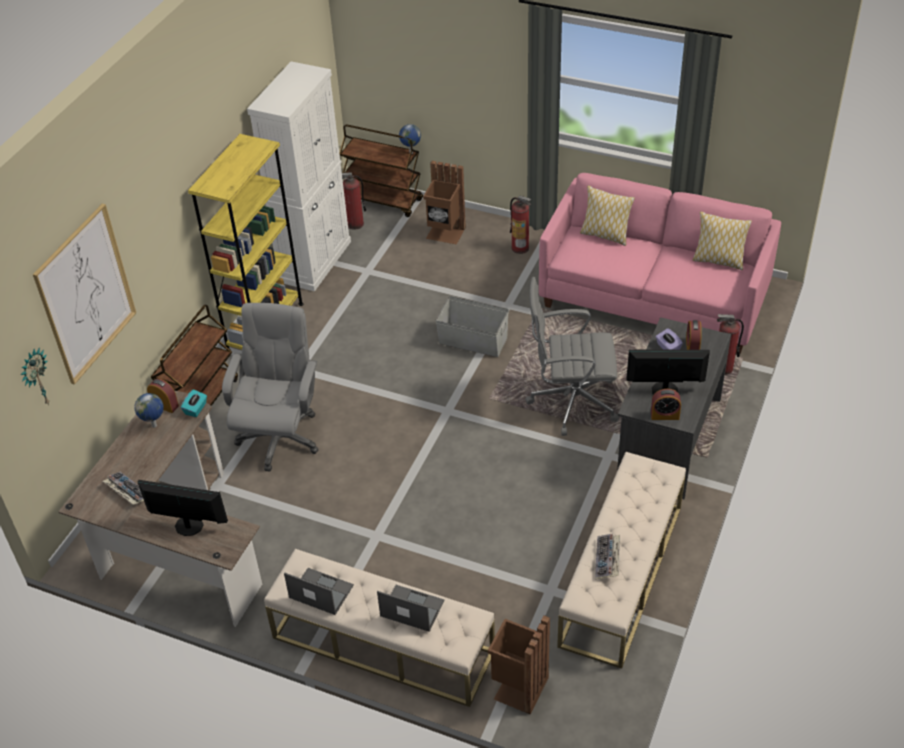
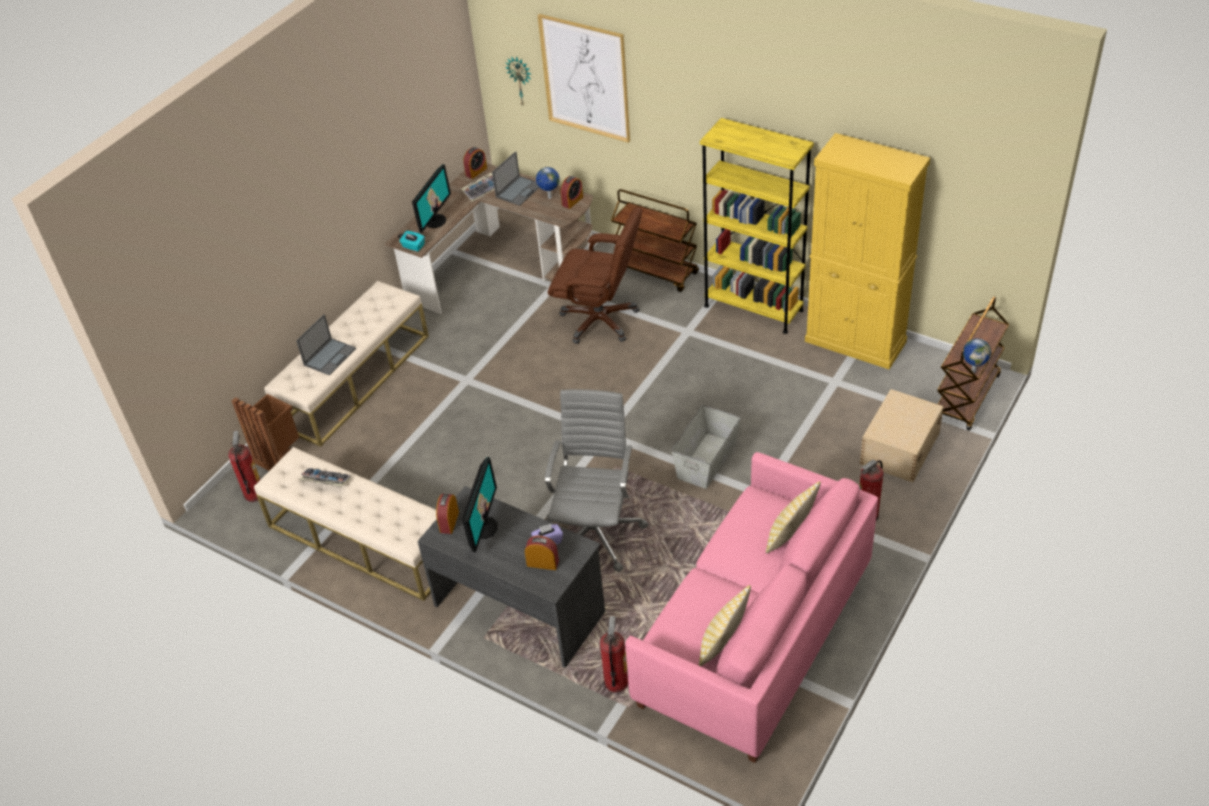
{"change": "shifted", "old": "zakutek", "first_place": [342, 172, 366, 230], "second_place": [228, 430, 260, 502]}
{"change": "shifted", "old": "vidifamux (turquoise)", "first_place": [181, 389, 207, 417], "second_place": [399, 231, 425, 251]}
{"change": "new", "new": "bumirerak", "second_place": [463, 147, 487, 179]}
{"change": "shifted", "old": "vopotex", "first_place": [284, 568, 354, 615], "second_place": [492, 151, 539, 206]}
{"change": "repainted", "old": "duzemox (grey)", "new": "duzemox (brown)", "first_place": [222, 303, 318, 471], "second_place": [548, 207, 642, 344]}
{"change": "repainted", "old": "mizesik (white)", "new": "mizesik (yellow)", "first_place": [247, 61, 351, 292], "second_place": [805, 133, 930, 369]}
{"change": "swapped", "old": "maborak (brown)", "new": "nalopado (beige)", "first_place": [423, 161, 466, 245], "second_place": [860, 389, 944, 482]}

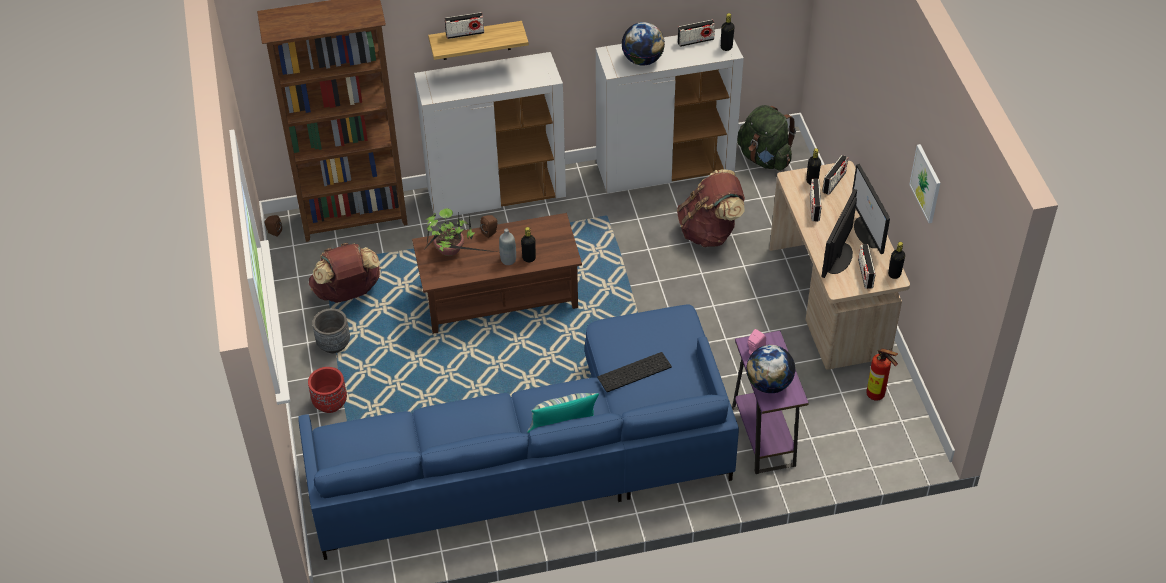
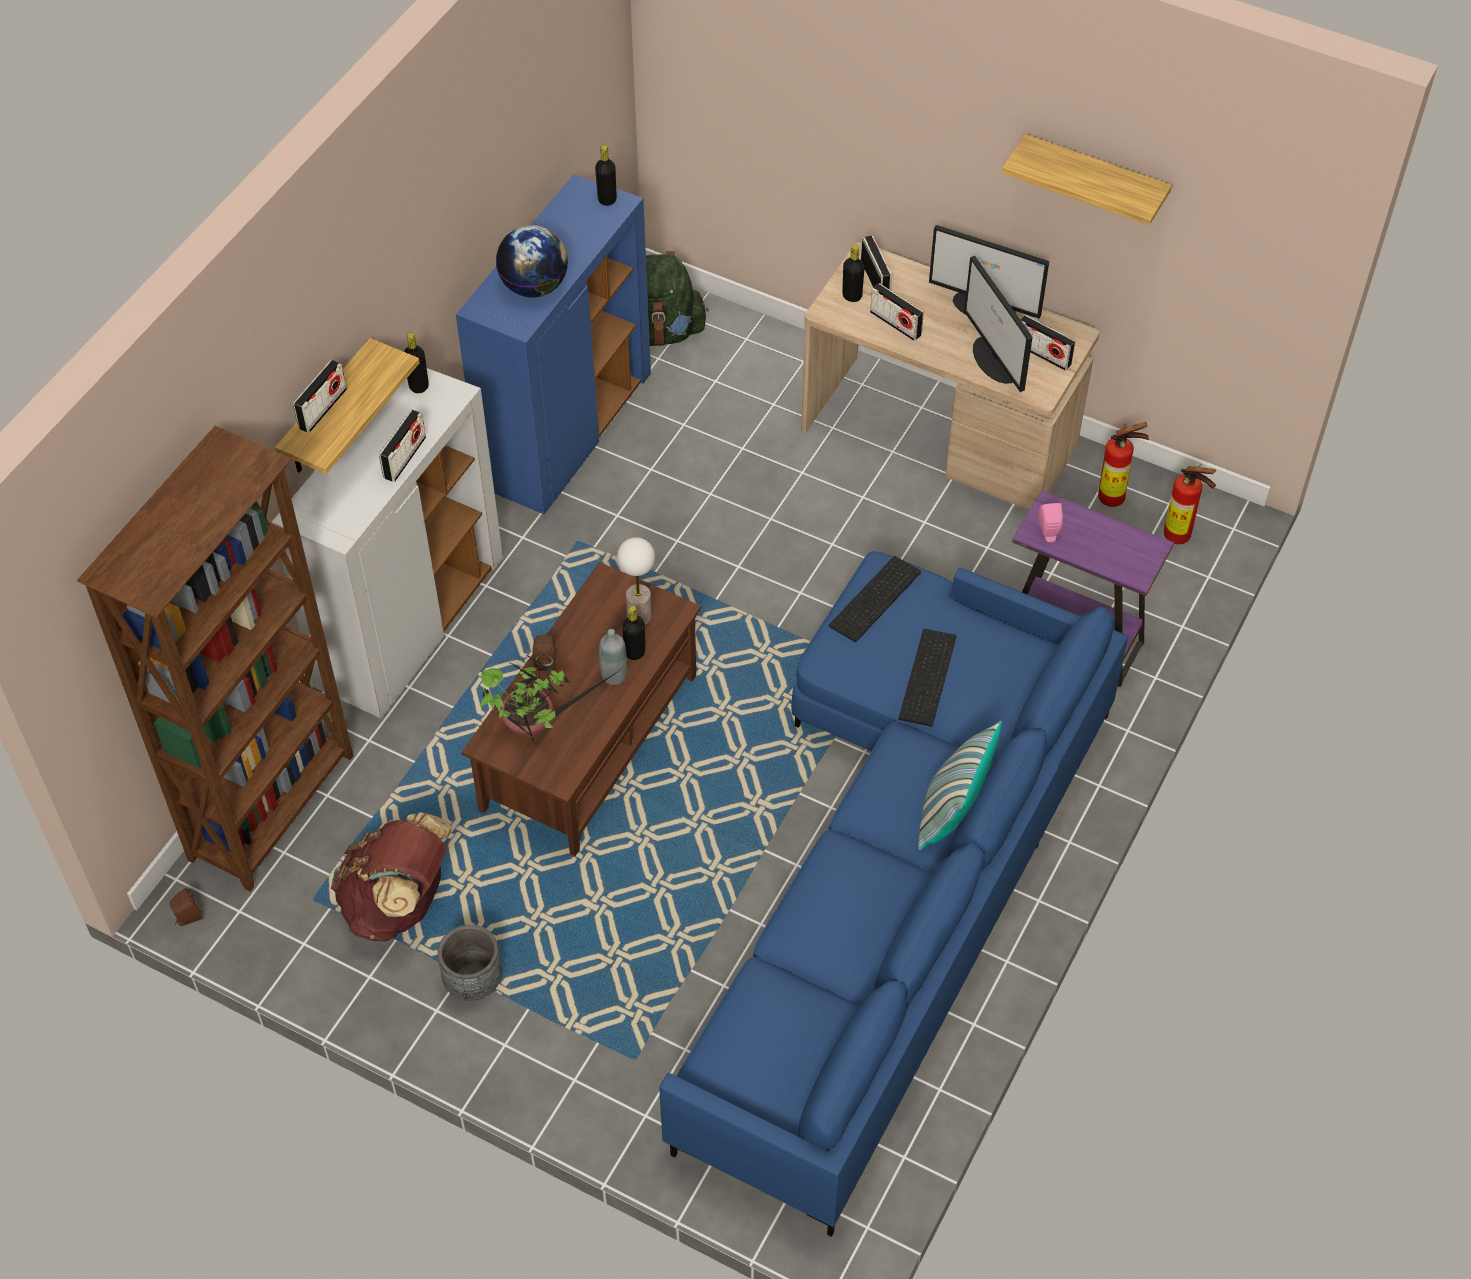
{"change": "shifted", "old": "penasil", "first_place": [678, 20, 715, 47], "second_place": [379, 410, 426, 482]}
{"change": "shifted", "old": "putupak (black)", "first_place": [888, 242, 905, 279], "second_place": [404, 333, 429, 393]}
{"change": "repainted", "old": "mizesik (white)", "new": "mizesik (blue)", "first_place": [596, 28, 744, 193], "second_place": [456, 174, 651, 514]}
{"change": "new", "new": "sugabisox", "second_place": [617, 537, 655, 625]}
{"change": "new", "new": "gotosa", "second_place": [829, 556, 921, 642]}
{"change": "swapped", "old": "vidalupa", "new": "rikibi", "first_place": [909, 144, 940, 223], "second_place": [1002, 134, 1172, 225]}
{"change": "new", "new": "zakutek", "second_place": [1164, 464, 1216, 544]}
{"change": "gone", "old": "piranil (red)", "first_place": [308, 367, 347, 413]}
{"change": "gone", "old": "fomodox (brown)", "first_place": [677, 169, 745, 247]}
{"change": "gone", "old": "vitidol", "first_place": [746, 345, 795, 393]}

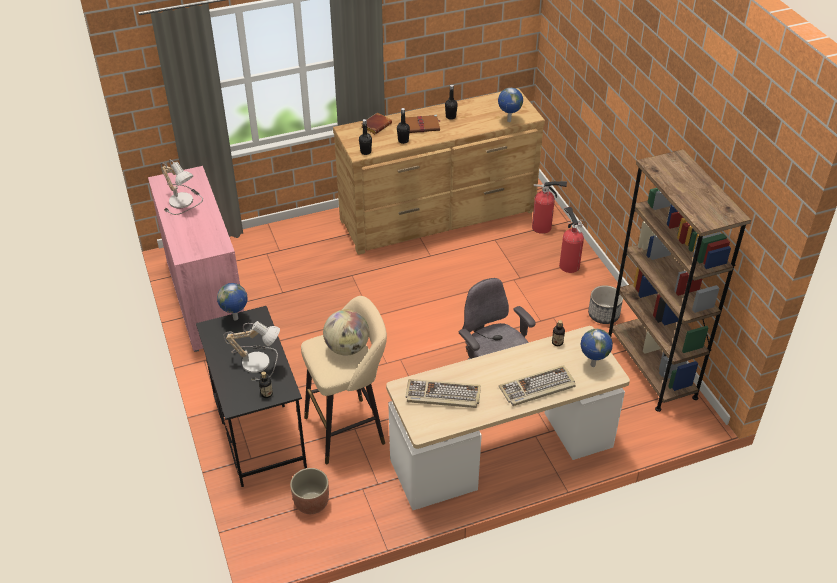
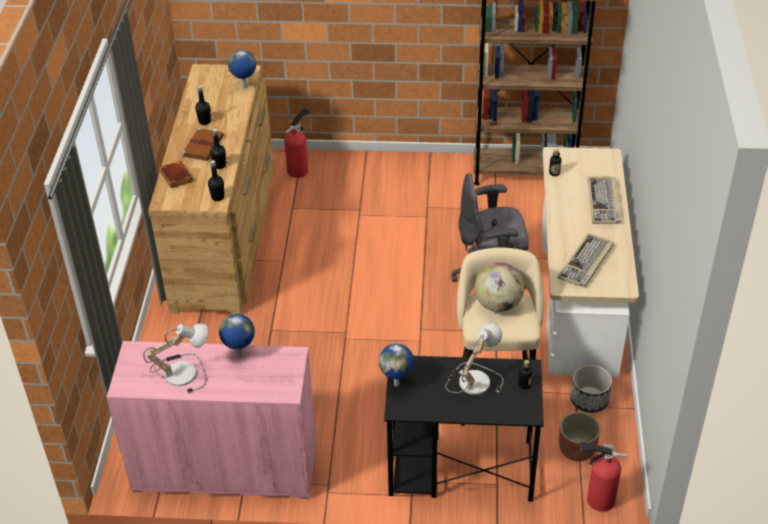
{"change": "shifted", "old": "vitidol", "first_place": [581, 329, 613, 367], "second_place": [219, 314, 255, 357]}
{"change": "shifted", "old": "piranil", "first_place": [588, 285, 623, 324], "second_place": [571, 365, 612, 413]}
{"change": "shifted", "old": "zakutek", "first_place": [559, 207, 585, 273], "second_place": [580, 441, 627, 512]}

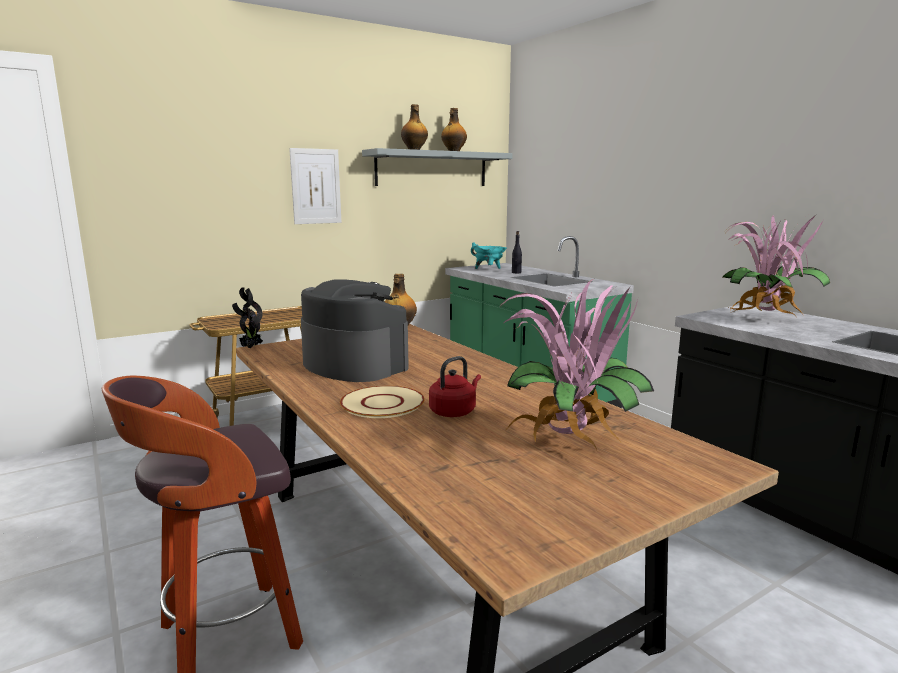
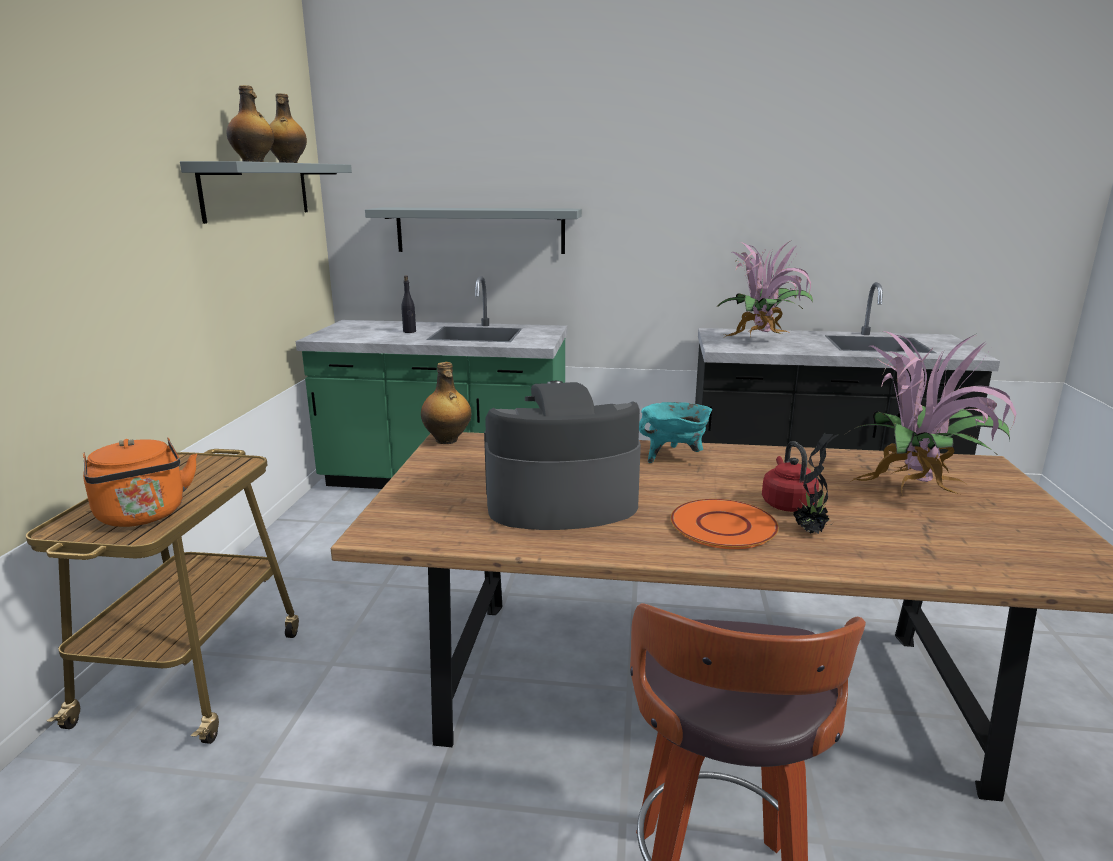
{"change": "new", "new": "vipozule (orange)", "second_place": [83, 437, 197, 527]}
{"change": "new", "new": "rikibi (grey)", "second_place": [365, 207, 582, 254]}
{"change": "shifted", "old": "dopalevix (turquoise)", "first_place": [471, 243, 507, 269], "second_place": [639, 402, 712, 463]}
{"change": "repainted", "old": "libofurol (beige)", "new": "libofurol (orange)", "first_place": [340, 386, 425, 418], "second_place": [670, 499, 779, 549]}
{"change": "shifted", "old": "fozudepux", "first_place": [232, 287, 263, 349], "second_place": [793, 433, 838, 534]}
{"change": "gone", "old": "vidalupa", "first_place": [289, 148, 341, 224]}

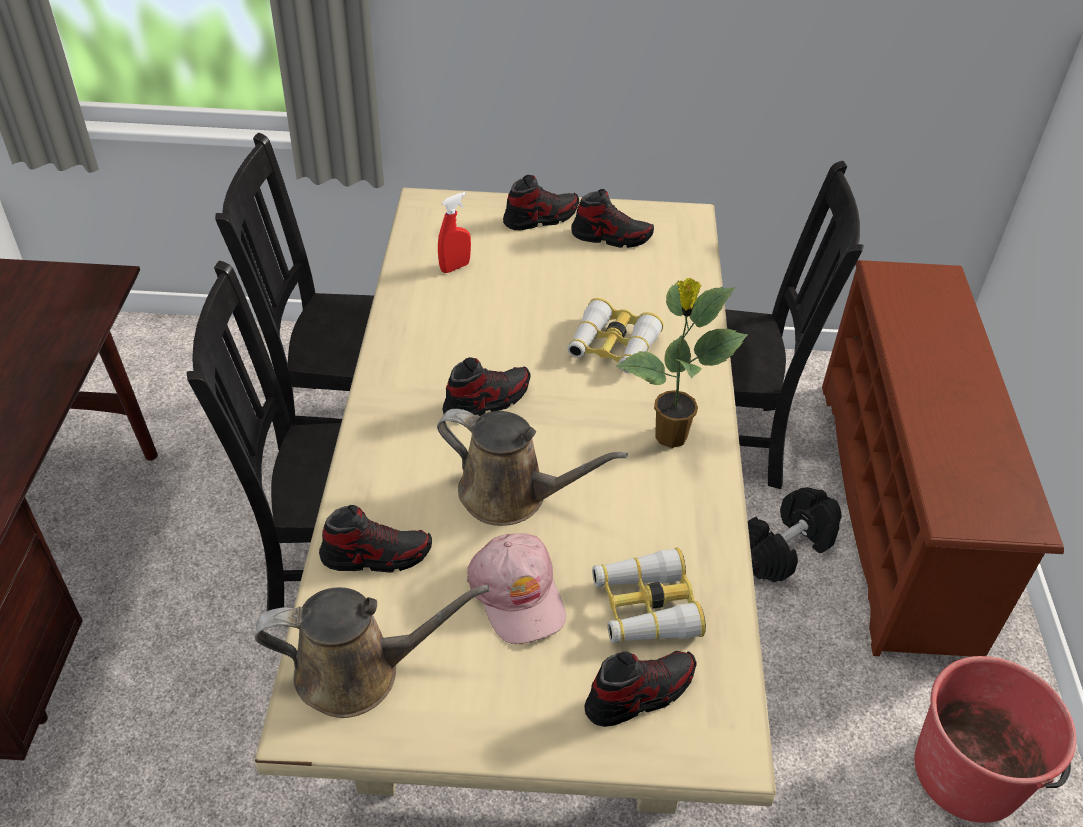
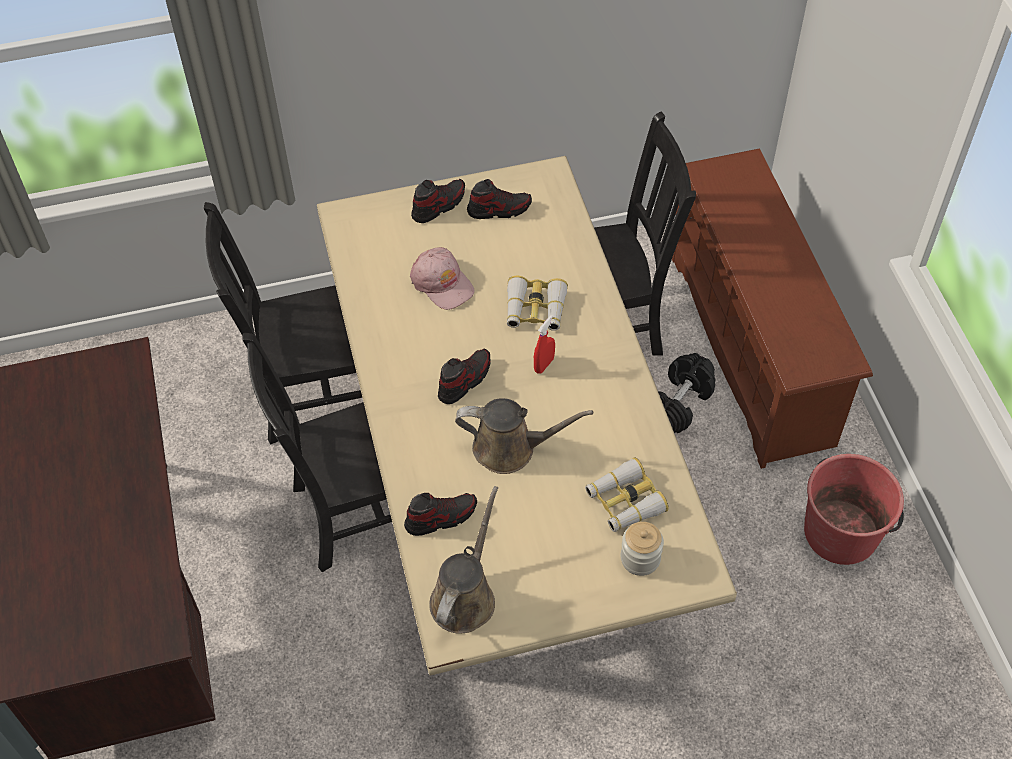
{"change": "shifted", "old": "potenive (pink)", "first_place": [467, 533, 566, 644], "second_place": [410, 247, 474, 310]}
{"change": "rotated", "old": "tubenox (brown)", "first_place": [255, 585, 489, 718], "second_place": [429, 486, 499, 634], "degrees": -45}
{"change": "shifted", "old": "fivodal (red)", "first_place": [438, 192, 471, 273], "second_place": [534, 315, 555, 374]}
{"change": "swapped", "old": "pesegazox", "new": "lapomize", "first_place": [584, 651, 697, 727], "second_place": [620, 522, 664, 576]}
{"change": "gone", "old": "fozudepux", "first_place": [616, 278, 747, 448]}

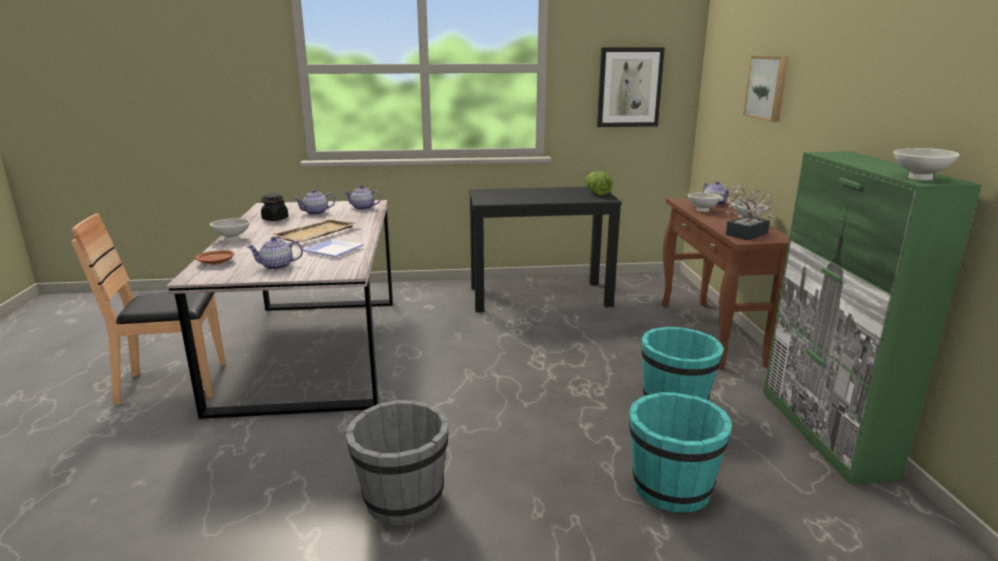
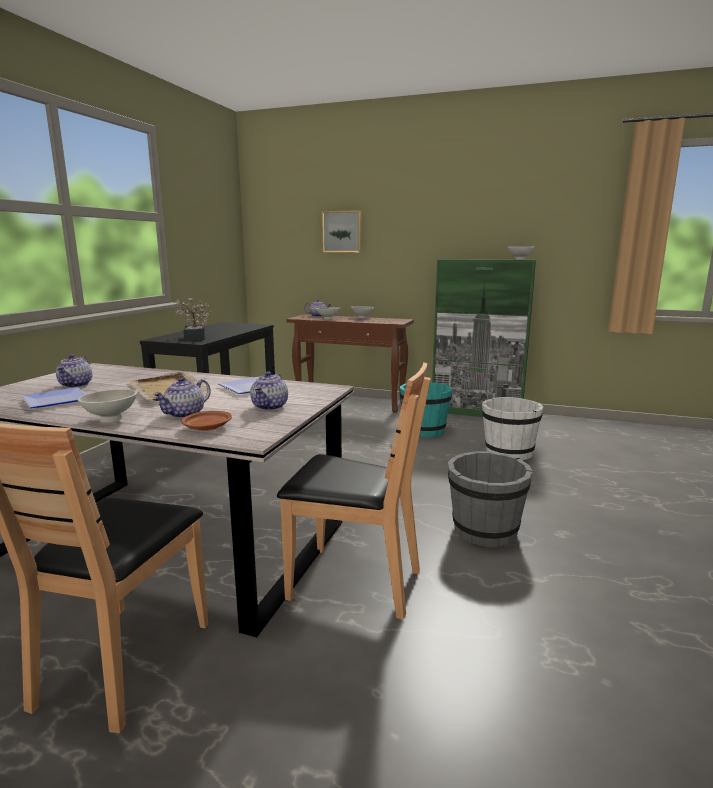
{"change": "swapped", "old": "lapomize (black)", "new": "libofurol", "first_place": [261, 194, 288, 221], "second_place": [22, 387, 86, 408]}
{"change": "shifted", "old": "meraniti", "first_place": [344, 185, 381, 210], "second_place": [153, 377, 211, 418]}
{"change": "shifted", "old": "fozudepux", "first_place": [720, 185, 773, 240], "second_place": [176, 298, 212, 341]}
{"change": "new", "new": "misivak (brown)", "second_place": [277, 362, 431, 620]}
{"change": "repainted", "old": "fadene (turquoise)", "new": "fadene (white)", "first_place": [629, 392, 732, 513], "second_place": [482, 397, 544, 461]}
{"change": "gone", "old": "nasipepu", "first_place": [586, 171, 613, 196]}
{"change": "gone", "old": "vidalupa", "first_place": [597, 47, 665, 127]}

